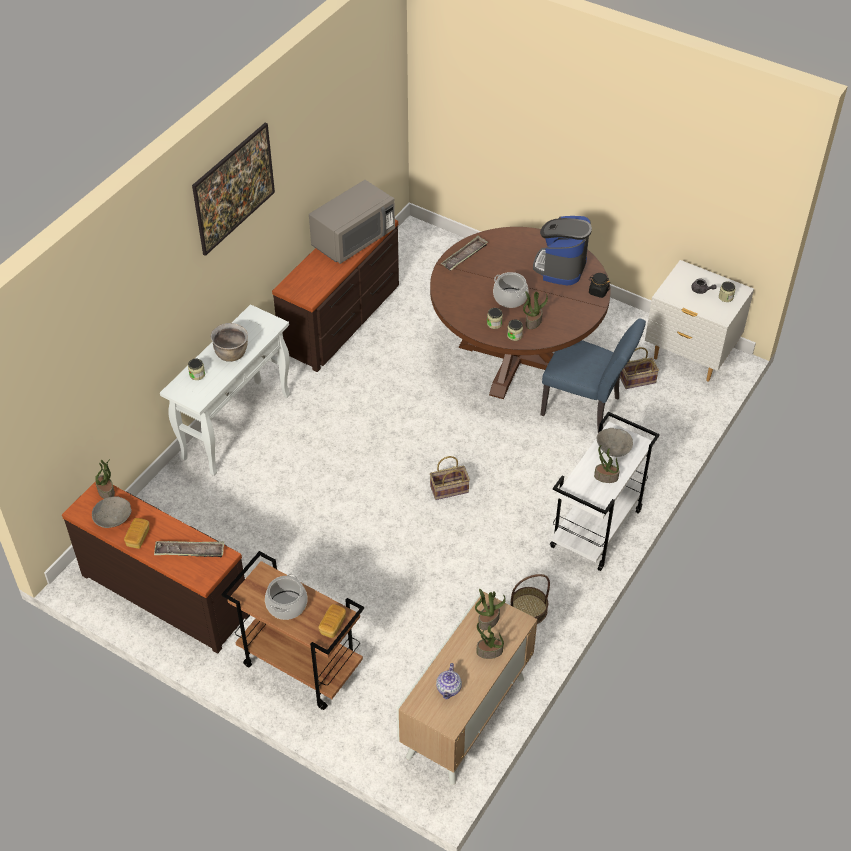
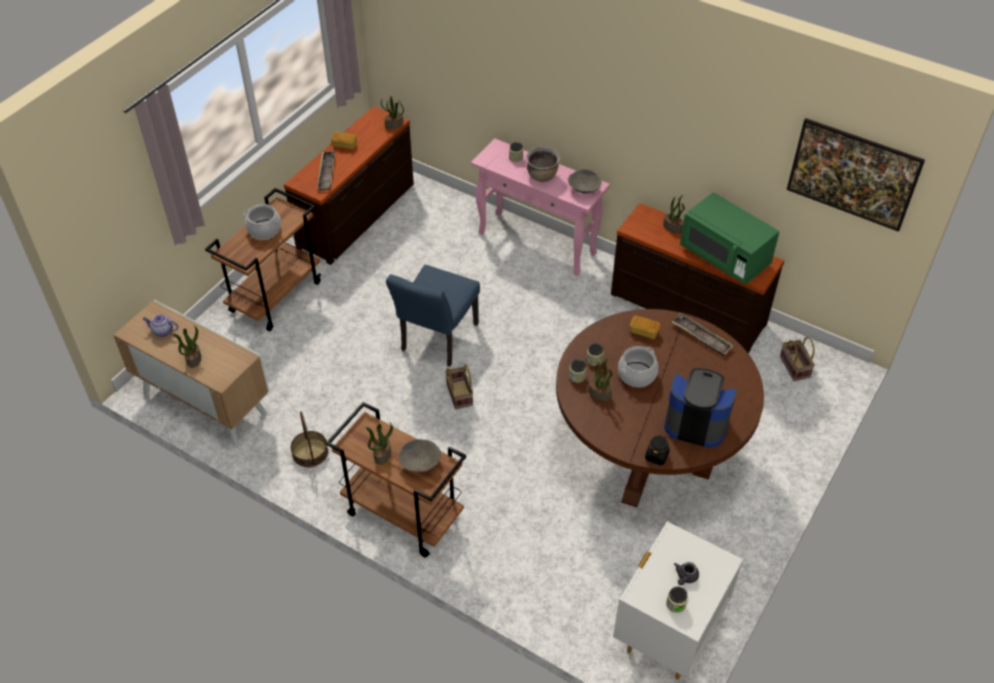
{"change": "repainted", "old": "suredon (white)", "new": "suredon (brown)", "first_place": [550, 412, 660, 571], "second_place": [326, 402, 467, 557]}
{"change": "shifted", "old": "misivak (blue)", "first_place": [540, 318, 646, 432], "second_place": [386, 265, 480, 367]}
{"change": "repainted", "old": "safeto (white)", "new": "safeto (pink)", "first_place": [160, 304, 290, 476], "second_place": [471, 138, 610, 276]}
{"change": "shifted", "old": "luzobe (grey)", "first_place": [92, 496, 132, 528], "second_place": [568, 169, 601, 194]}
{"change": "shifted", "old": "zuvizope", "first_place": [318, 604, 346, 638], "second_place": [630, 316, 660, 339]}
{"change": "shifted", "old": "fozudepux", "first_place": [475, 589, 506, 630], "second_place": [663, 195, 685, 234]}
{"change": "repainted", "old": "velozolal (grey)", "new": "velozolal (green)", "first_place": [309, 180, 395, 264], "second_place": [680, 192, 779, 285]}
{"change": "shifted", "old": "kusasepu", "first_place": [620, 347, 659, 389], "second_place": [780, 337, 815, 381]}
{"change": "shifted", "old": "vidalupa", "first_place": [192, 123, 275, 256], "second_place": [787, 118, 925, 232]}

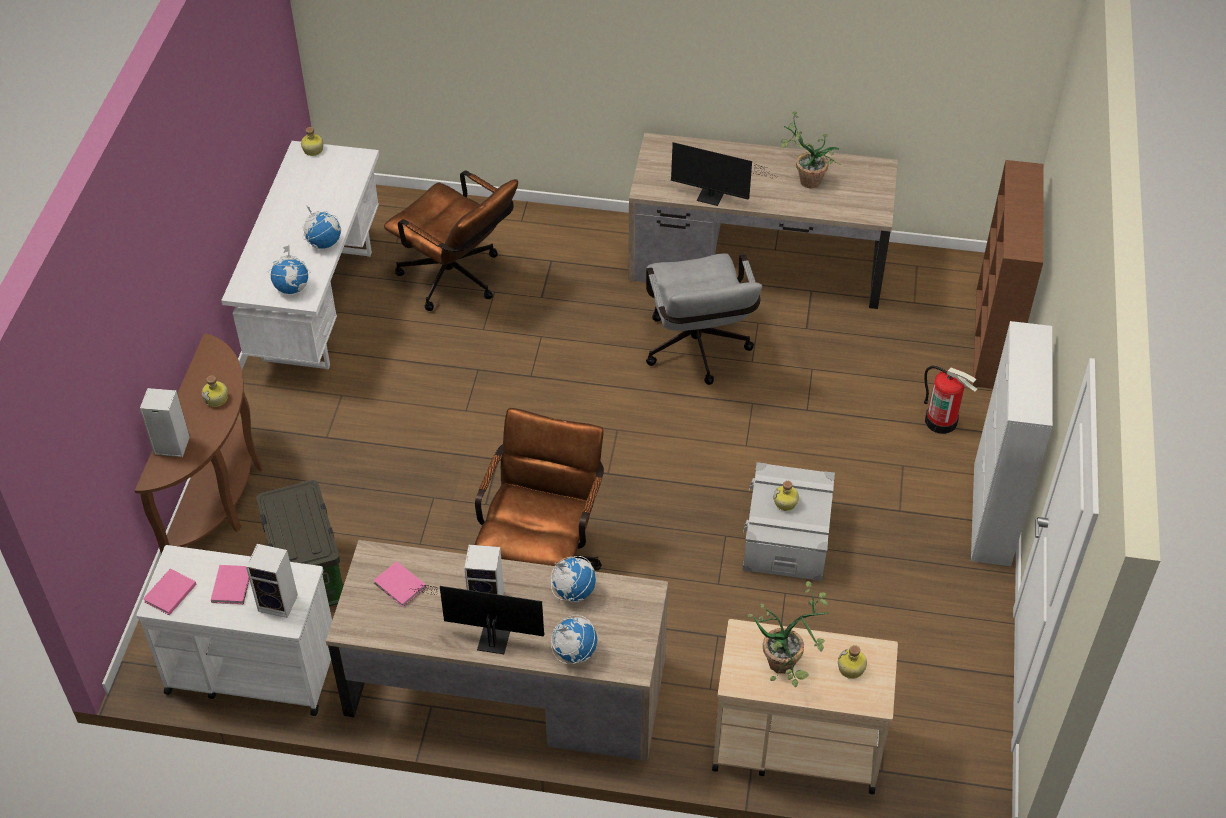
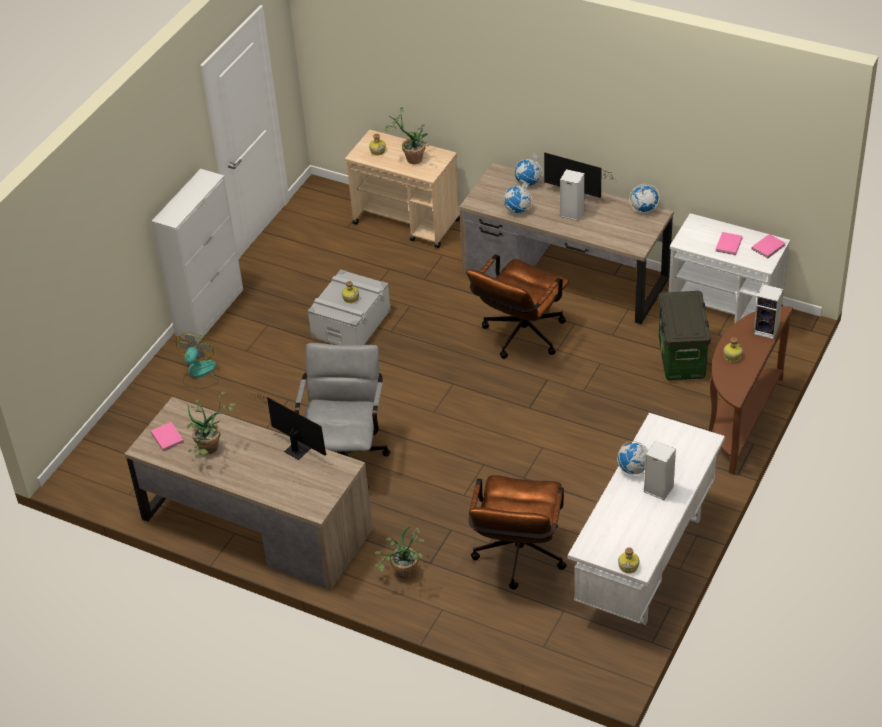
{"change": "shifted", "old": "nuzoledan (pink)", "first_place": [373, 561, 426, 607], "second_place": [151, 422, 184, 451]}
{"change": "swapped", "old": "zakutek", "new": "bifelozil", "first_place": [924, 366, 977, 434], "second_place": [176, 332, 219, 389]}
{"change": "new", "new": "fozudepux", "second_place": [374, 526, 424, 579]}
{"change": "rotated", "old": "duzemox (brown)", "first_place": [384, 171, 518, 311], "second_place": [469, 475, 566, 590], "degrees": -135}
{"change": "shifted", "old": "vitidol", "first_place": [268, 245, 310, 294], "second_place": [629, 184, 660, 212]}
{"change": "shifted", "old": "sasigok", "first_place": [246, 544, 298, 618], "second_place": [644, 441, 676, 500]}
{"change": "gone", "old": "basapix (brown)", "first_place": [973, 160, 1043, 389]}

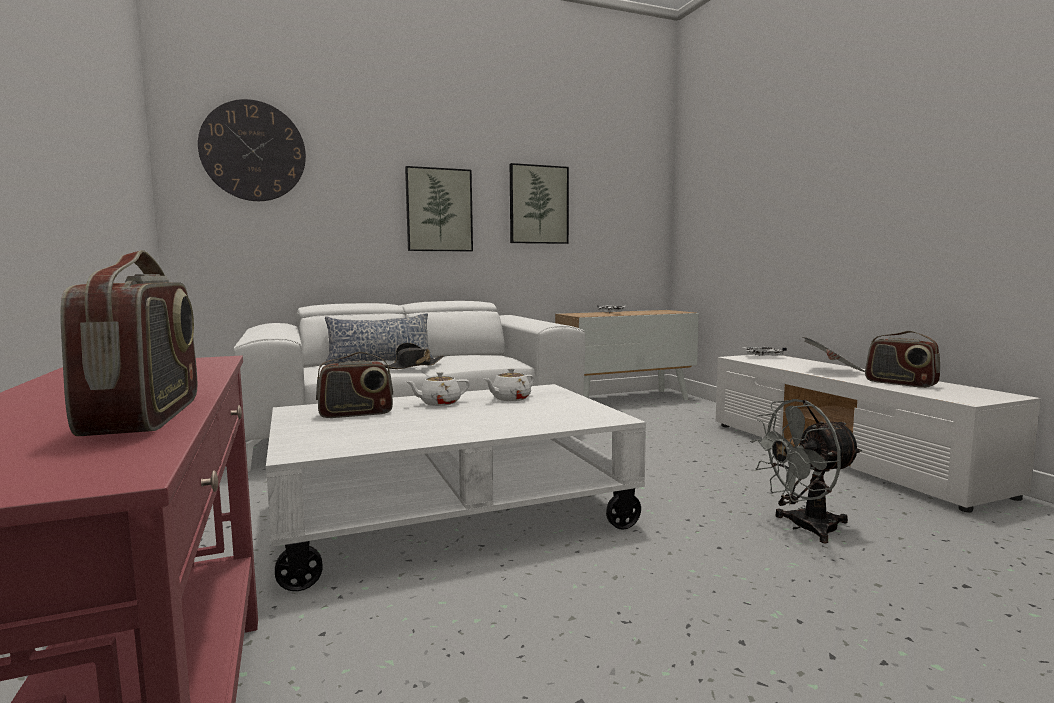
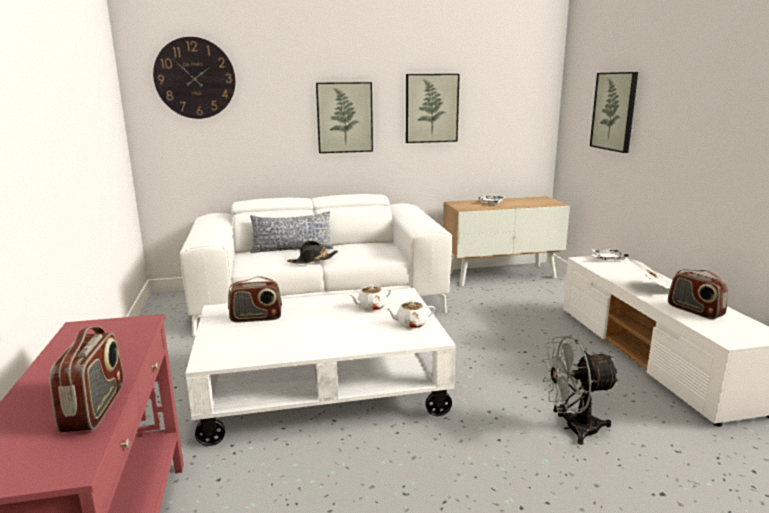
{"change": "shifted", "old": "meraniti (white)", "first_place": [405, 372, 470, 406], "second_place": [385, 300, 435, 328]}
{"change": "new", "new": "vidalupa", "second_place": [590, 72, 638, 153]}

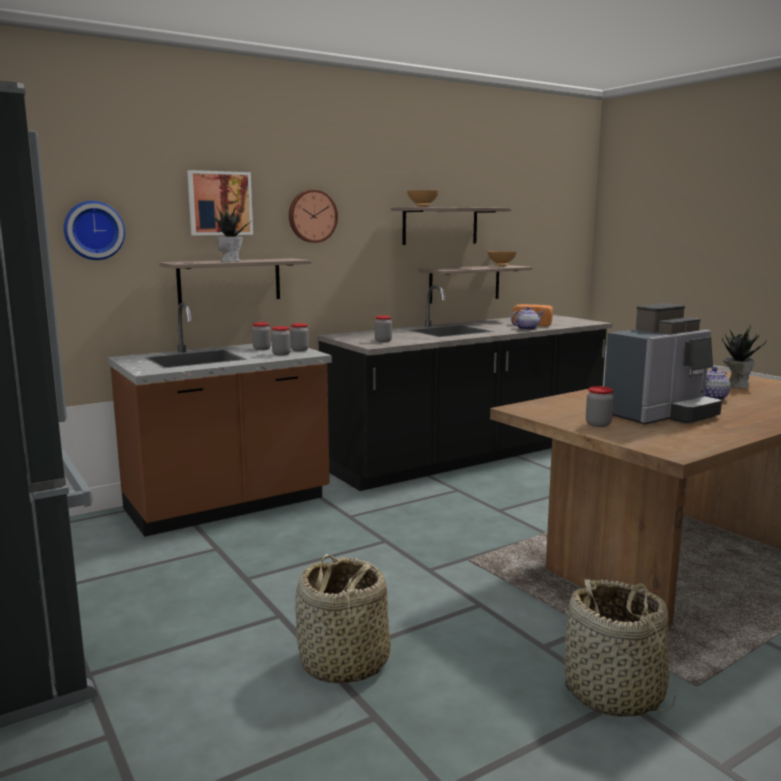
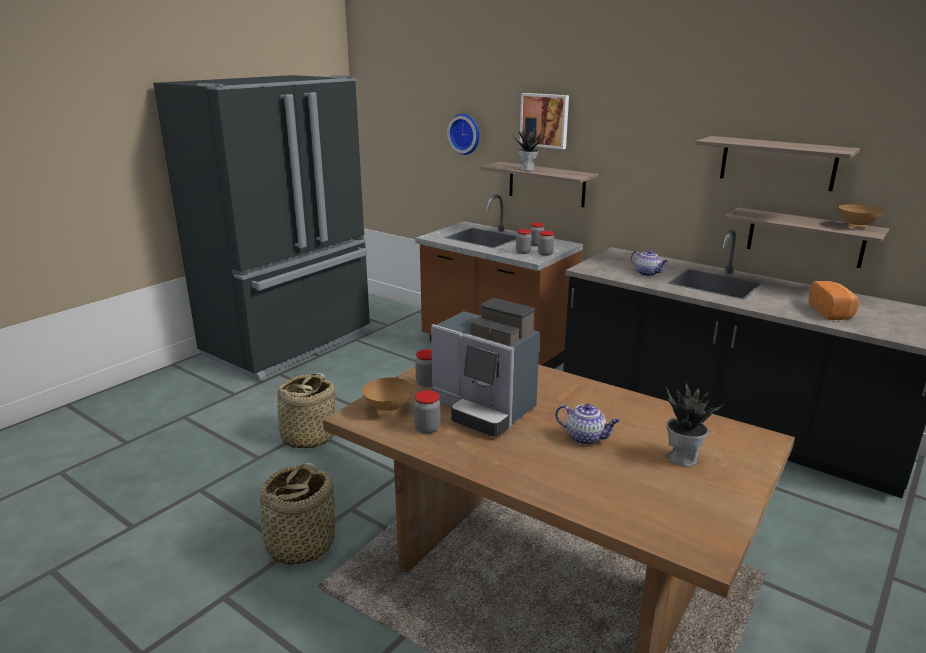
{"change": "shifted", "old": "luzobe (brown)", "first_place": [407, 190, 439, 207], "second_place": [362, 377, 413, 414]}
{"change": "shifted", "old": "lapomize", "first_place": [375, 316, 392, 342], "second_place": [414, 390, 440, 434]}
{"change": "shifted", "old": "meraniti", "first_place": [511, 307, 543, 330], "second_place": [631, 250, 668, 276]}
{"change": "gone", "old": "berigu", "first_place": [289, 189, 338, 243]}

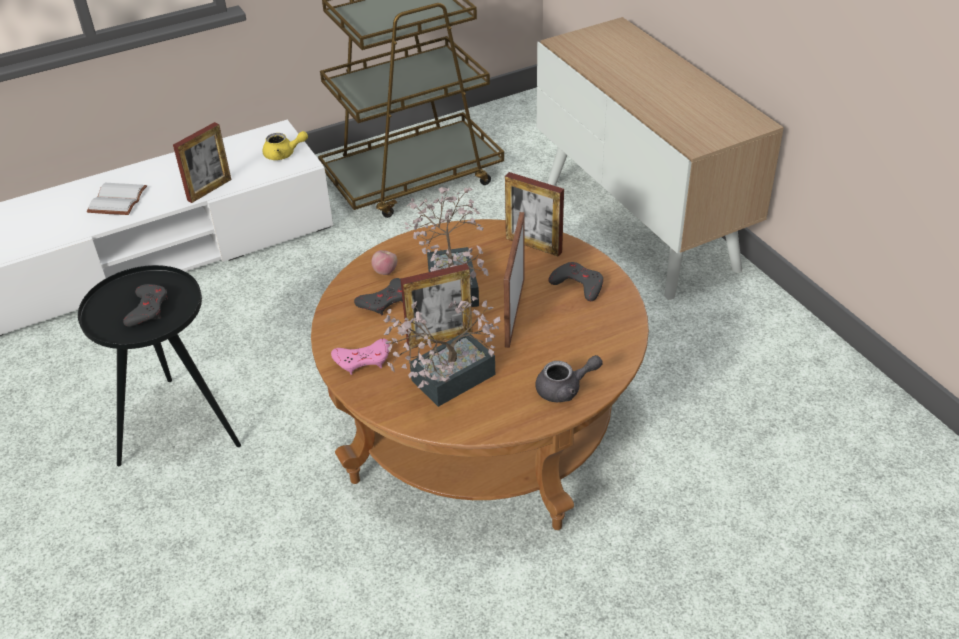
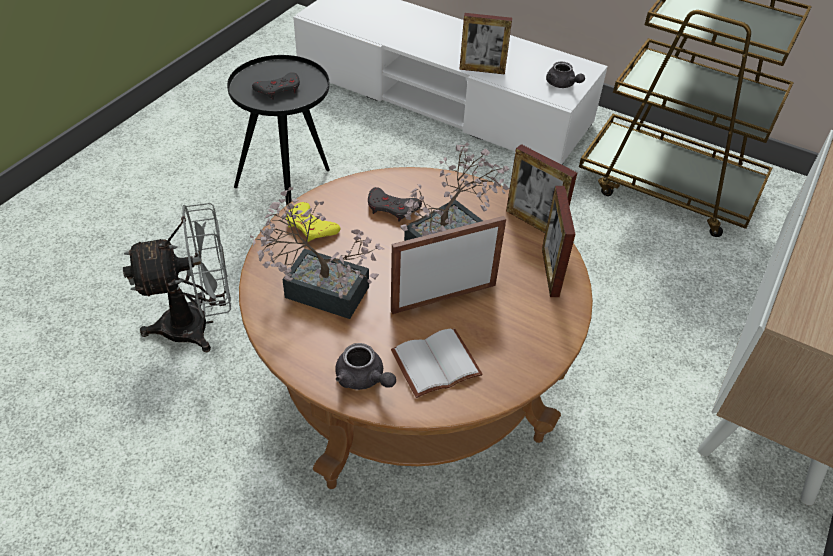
{"change": "new", "new": "bifelozil (grey)", "second_place": [123, 203, 231, 352]}
{"change": "repainted", "old": "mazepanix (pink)", "new": "mazepanix (yellow)", "first_place": [331, 339, 390, 375], "second_place": [286, 202, 340, 242]}
{"change": "shifted", "old": "nuzoledan (white)", "first_place": [87, 183, 147, 215], "second_place": [391, 328, 483, 398]}
{"change": "shifted", "old": "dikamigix", "first_place": [400, 264, 473, 349], "second_place": [506, 144, 577, 233]}
{"change": "repainted", "old": "meraniti (yellow)", "new": "meraniti (grey)", "first_place": [262, 131, 308, 160], "second_place": [546, 62, 585, 88]}
{"change": "gone", "old": "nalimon", "first_place": [371, 250, 397, 275]}
{"change": "gone", "old": "mazepanix (grey)", "first_place": [548, 262, 603, 301]}

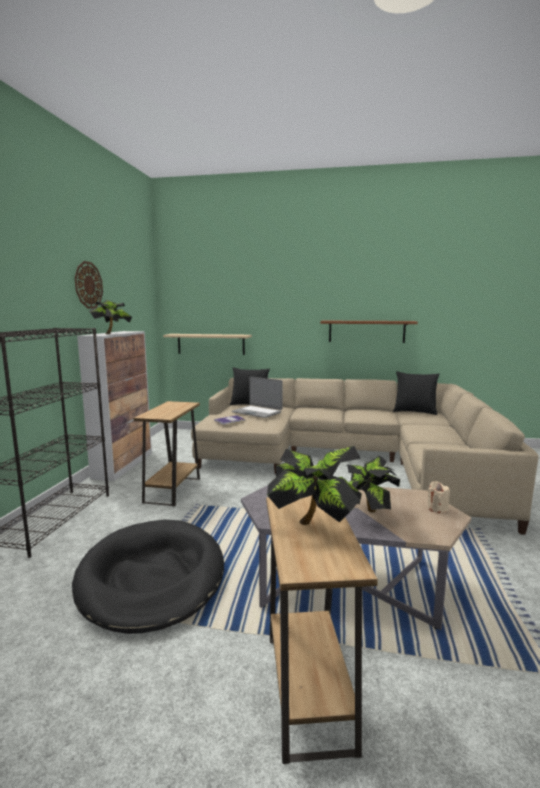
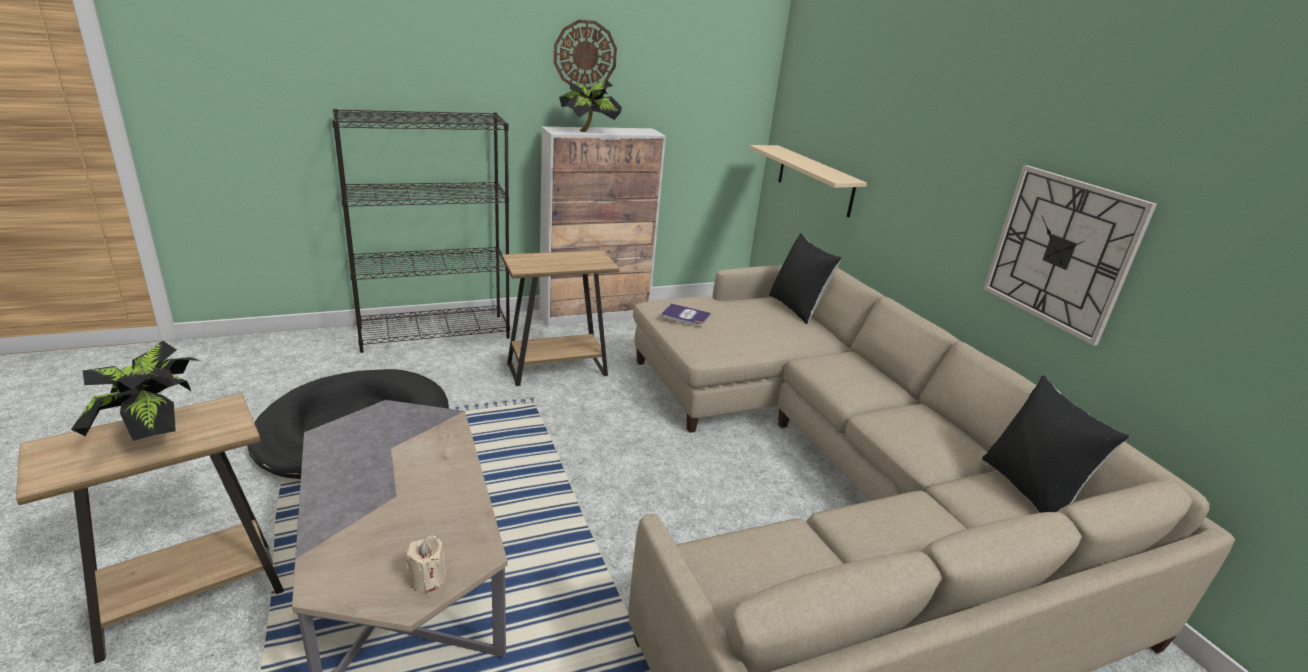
{"change": "swapped", "old": "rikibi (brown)", "new": "berigu", "first_place": [320, 321, 418, 343], "second_place": [983, 165, 1157, 346]}
{"change": "gone", "old": "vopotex", "first_place": [231, 377, 283, 418]}
{"change": "gone", "old": "fozudepux", "first_place": [347, 456, 400, 512]}

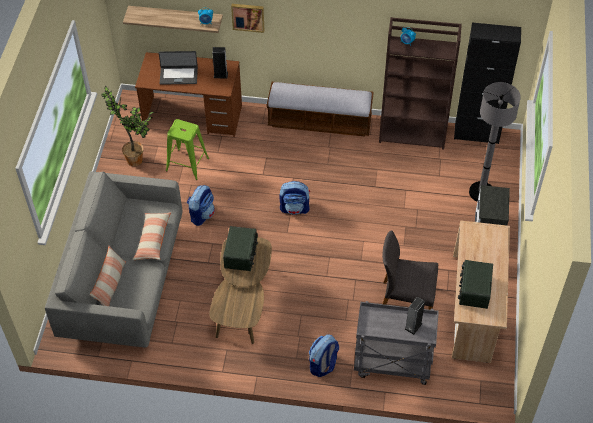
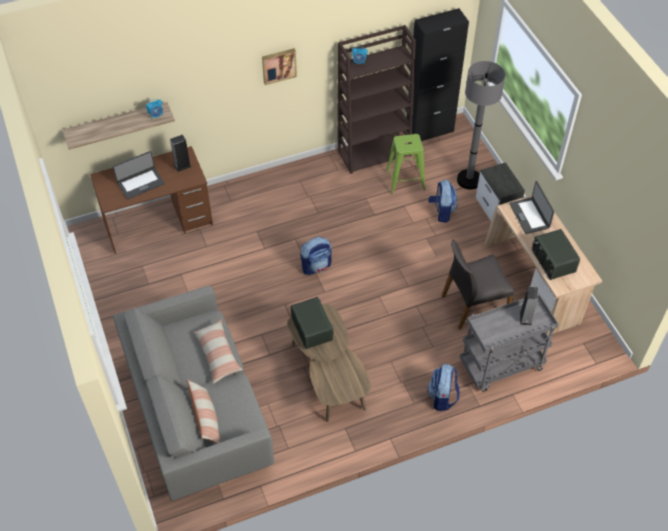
{"change": "shifted", "old": "vidalupa", "first_place": [231, 4, 264, 33], "second_place": [262, 48, 297, 85]}
{"change": "shifted", "old": "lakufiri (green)", "first_place": [166, 119, 209, 180], "second_place": [385, 134, 426, 194]}
{"change": "shifted", "old": "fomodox", "first_place": [187, 185, 215, 226], "second_place": [428, 180, 458, 223]}
{"change": "new", "new": "vopotex", "second_place": [509, 181, 554, 234]}
{"change": "gone", "old": "fozudepux", "first_place": [101, 86, 155, 167]}
{"change": "gone", "old": "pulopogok", "first_place": [267, 82, 374, 137]}

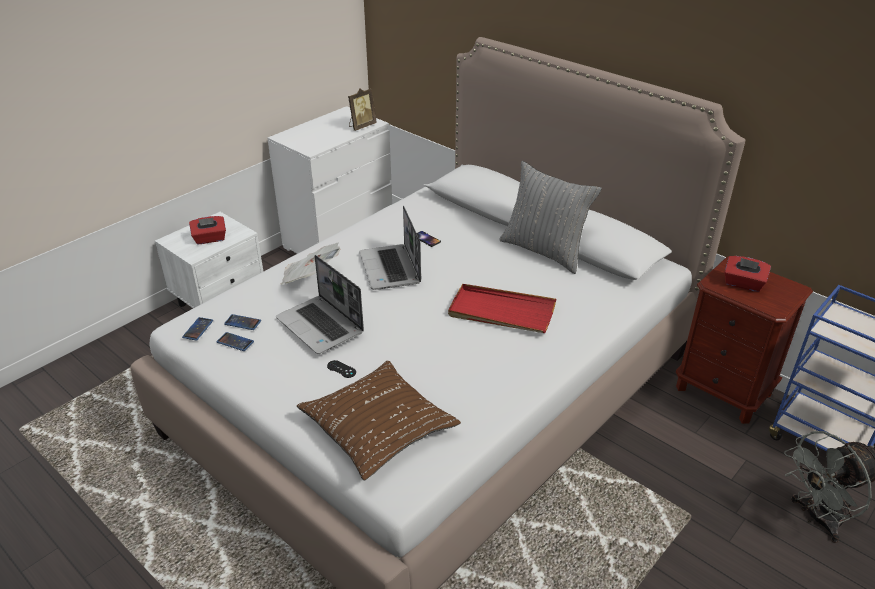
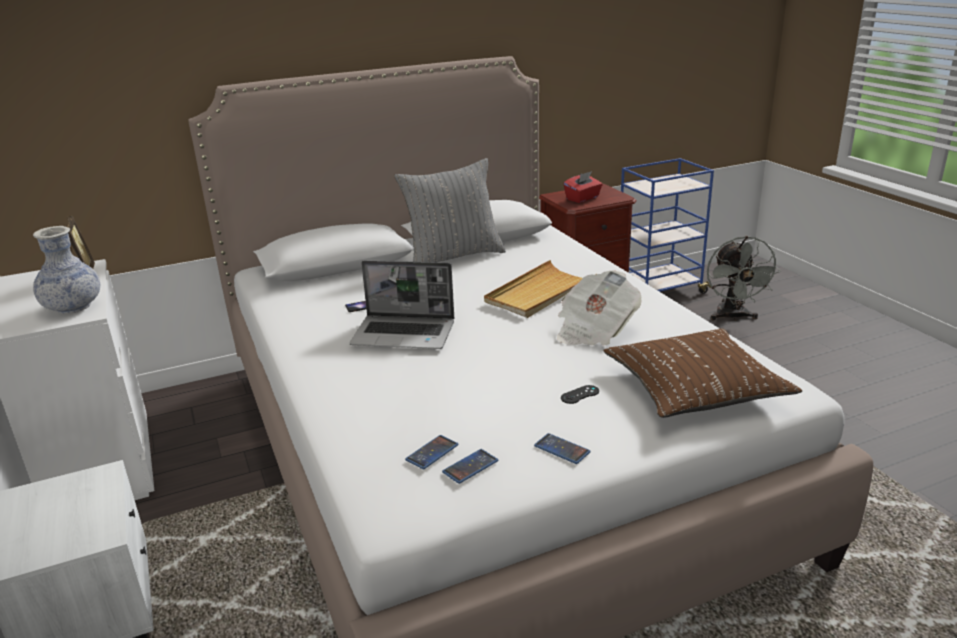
{"change": "new", "new": "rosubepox", "second_place": [33, 226, 100, 314]}
{"change": "repainted", "old": "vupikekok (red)", "new": "vupikekok (beige)", "first_place": [448, 284, 556, 333], "second_place": [484, 260, 596, 318]}
{"change": "shifted", "old": "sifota", "first_place": [182, 317, 213, 341], "second_place": [534, 433, 591, 464]}
{"change": "shifted", "old": "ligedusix", "first_place": [280, 243, 340, 285], "second_place": [557, 270, 642, 346]}
{"change": "gone", "old": "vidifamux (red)", "first_place": [189, 216, 226, 245]}
{"change": "gone", "old": "vopotex", "first_place": [276, 255, 364, 354]}

